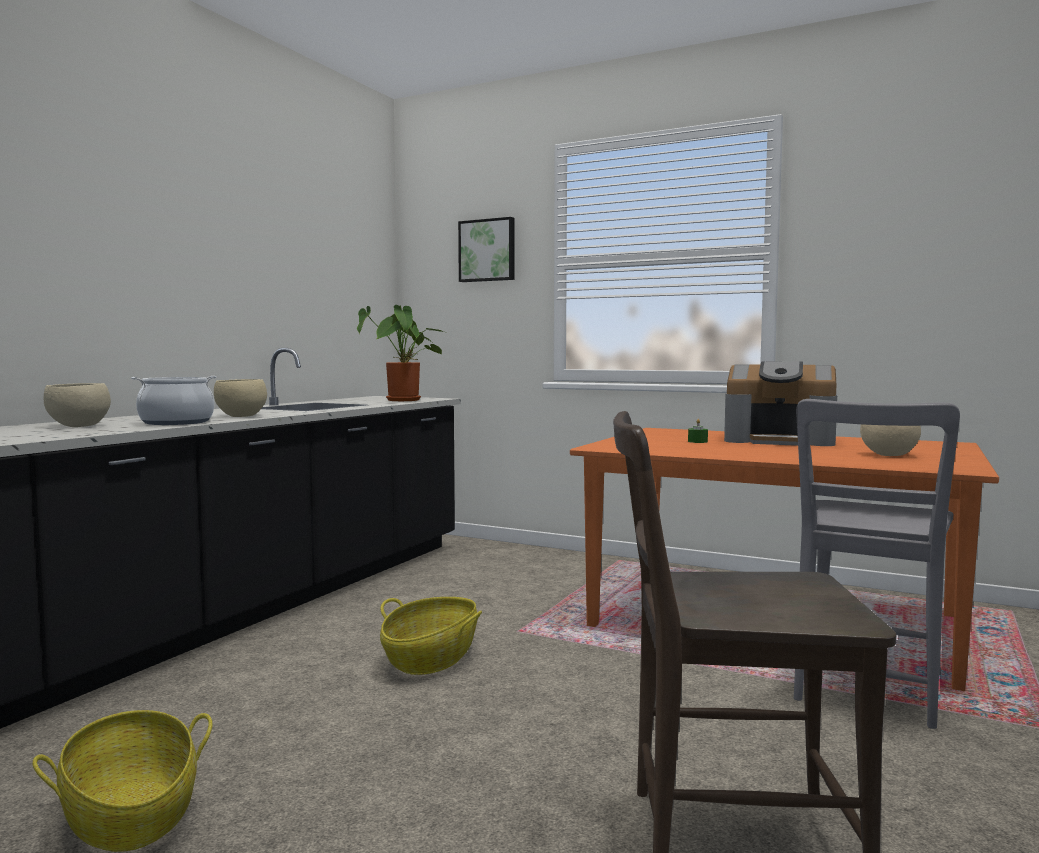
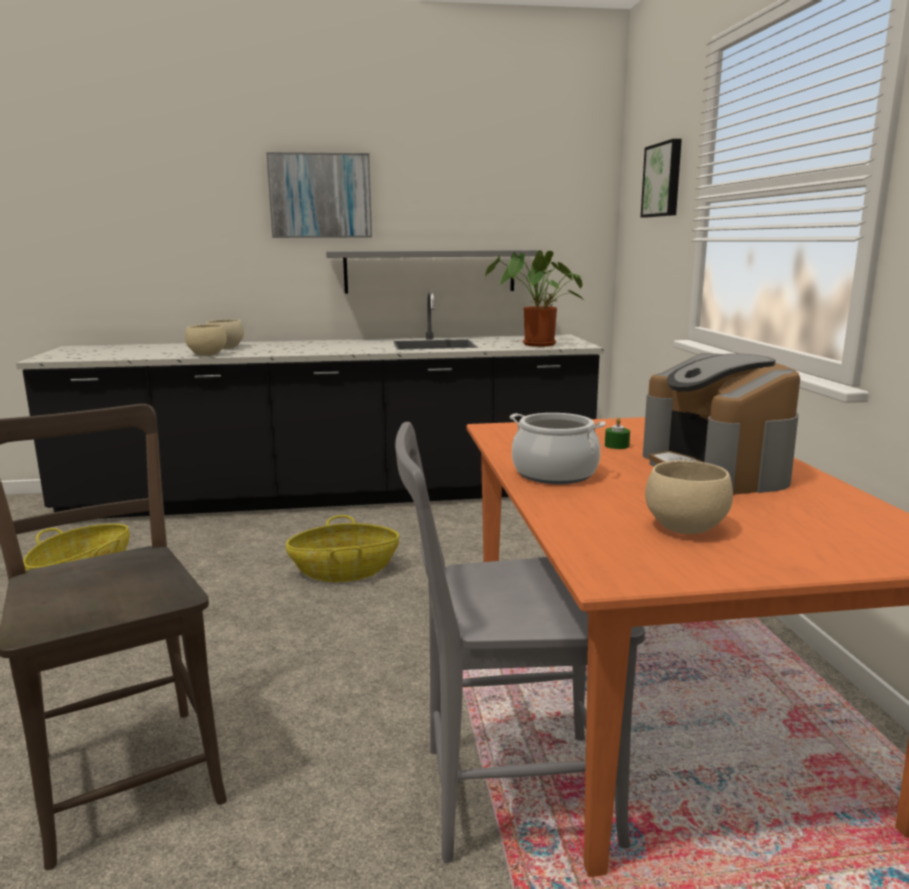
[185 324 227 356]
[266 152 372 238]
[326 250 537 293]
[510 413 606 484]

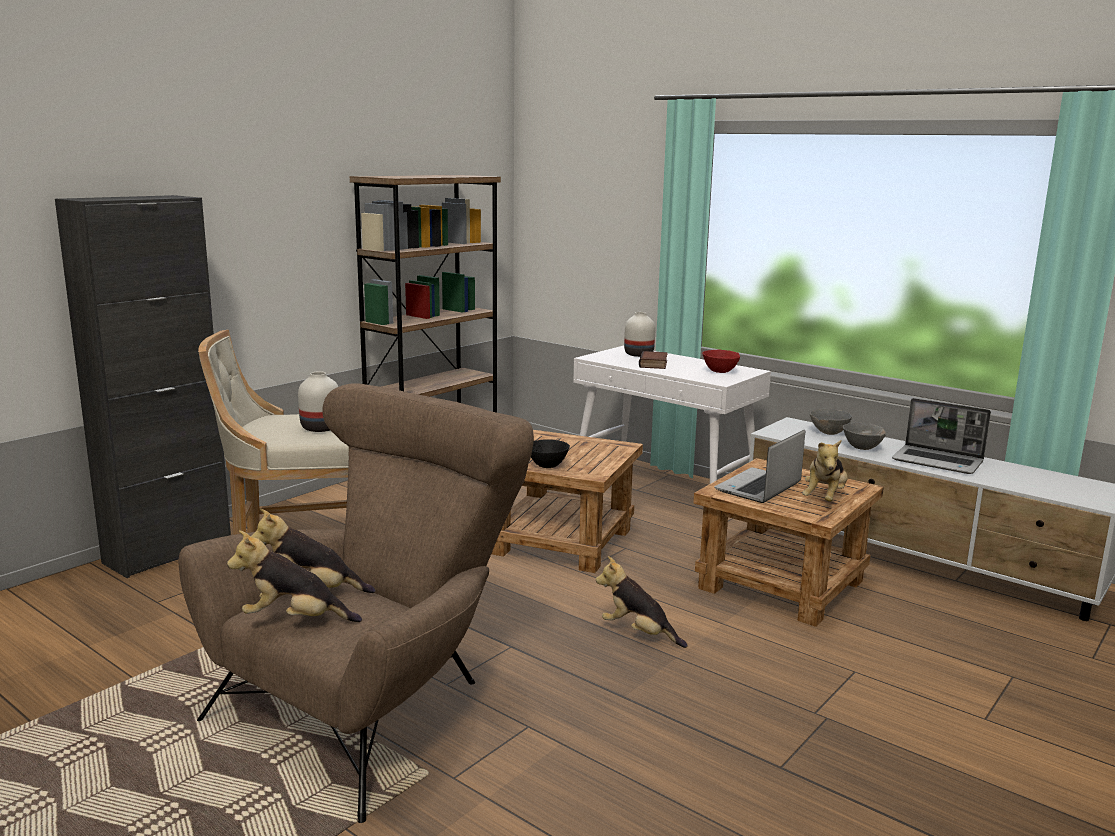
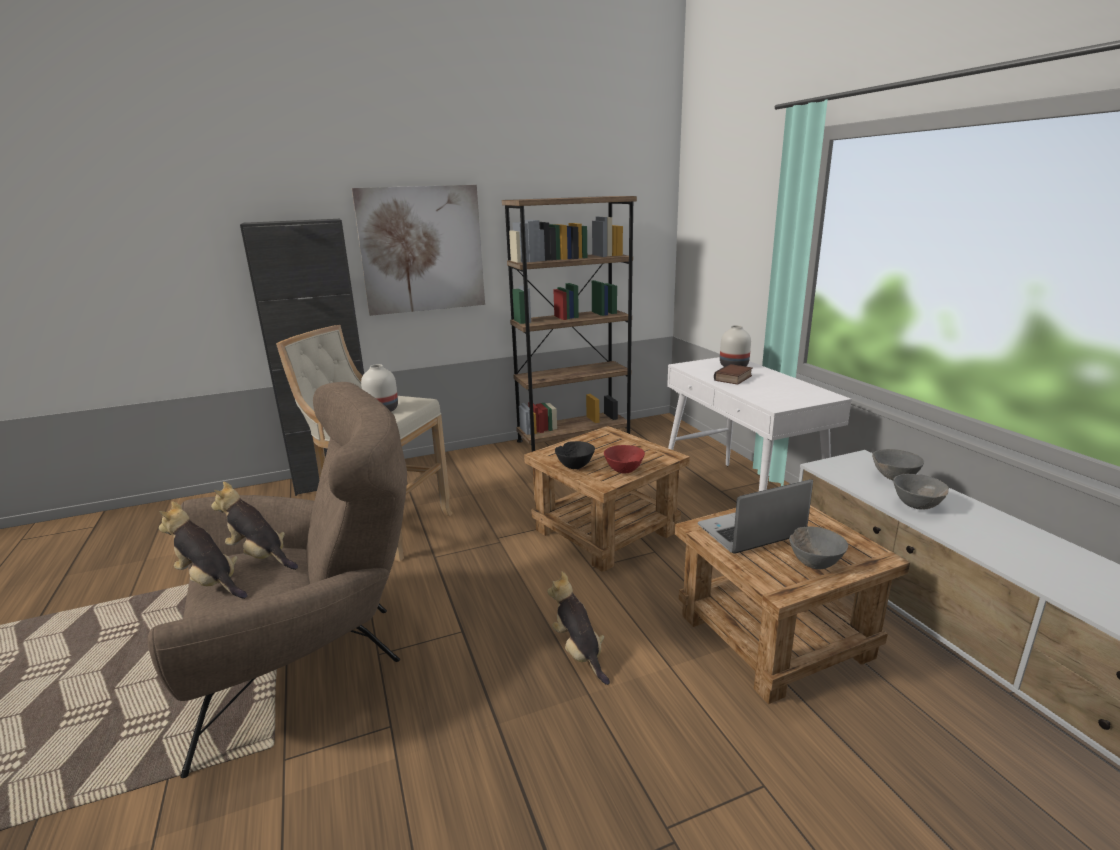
[352 185 485 316]
[604 445 645 474]
[789 527 848 569]
[892 398 991 474] (first image)

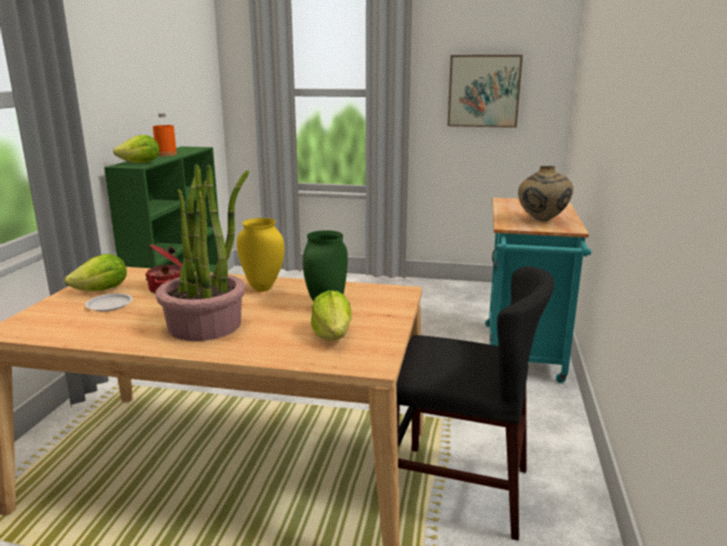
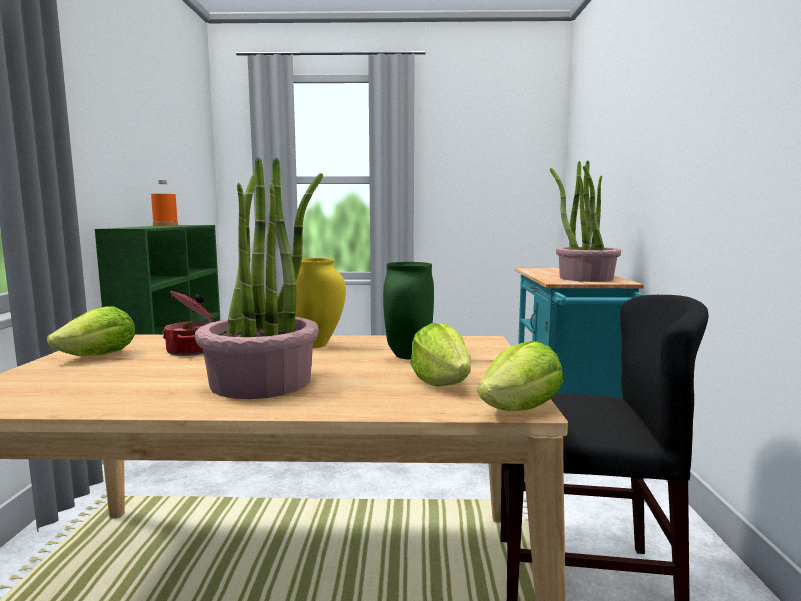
[478 341 563 411]
[550 160 621 282]
[85 293 133 312] (first image)
[448 55 523 128] (first image)

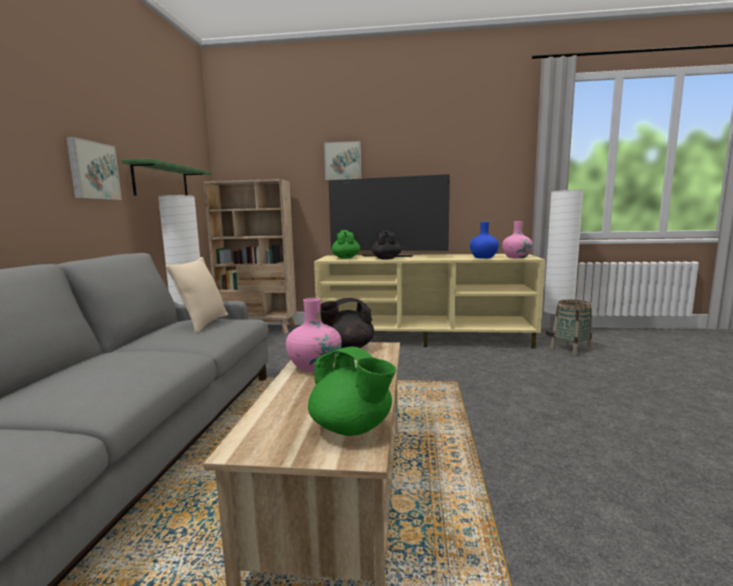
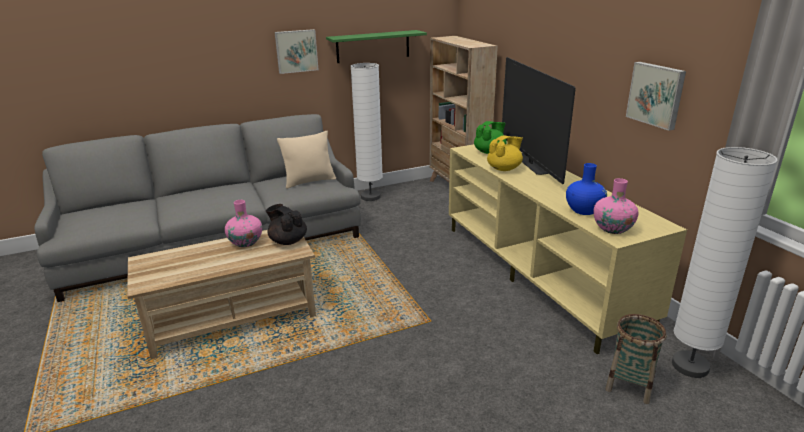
[487 136 523 171]
[626 62 686 131]
[308 346 396 436] (first image)

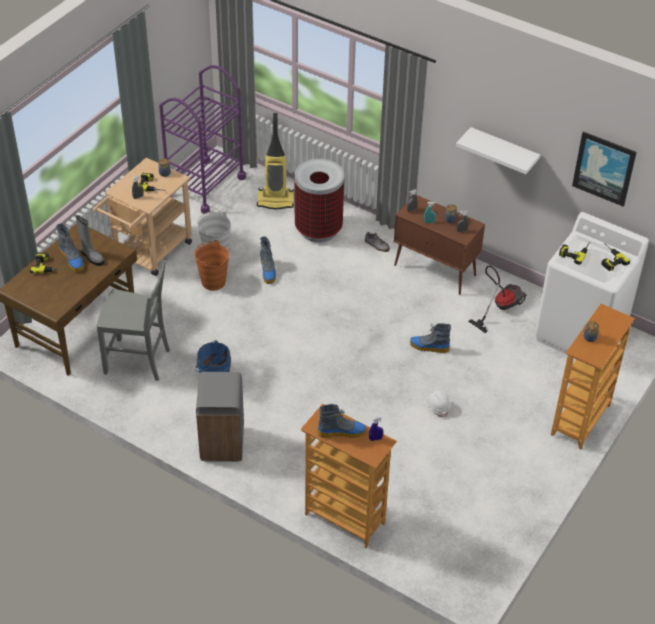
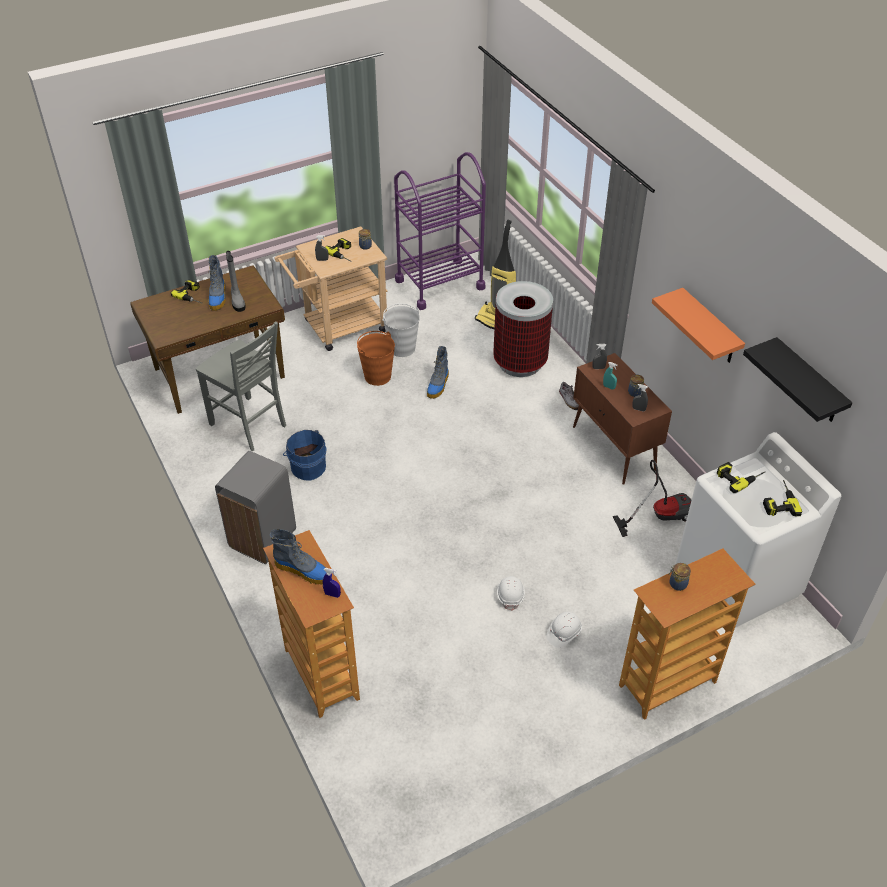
[546 612 582 648]
[652 288 745 363]
[743 337 852 422]
[410 323 451 353] (first image)

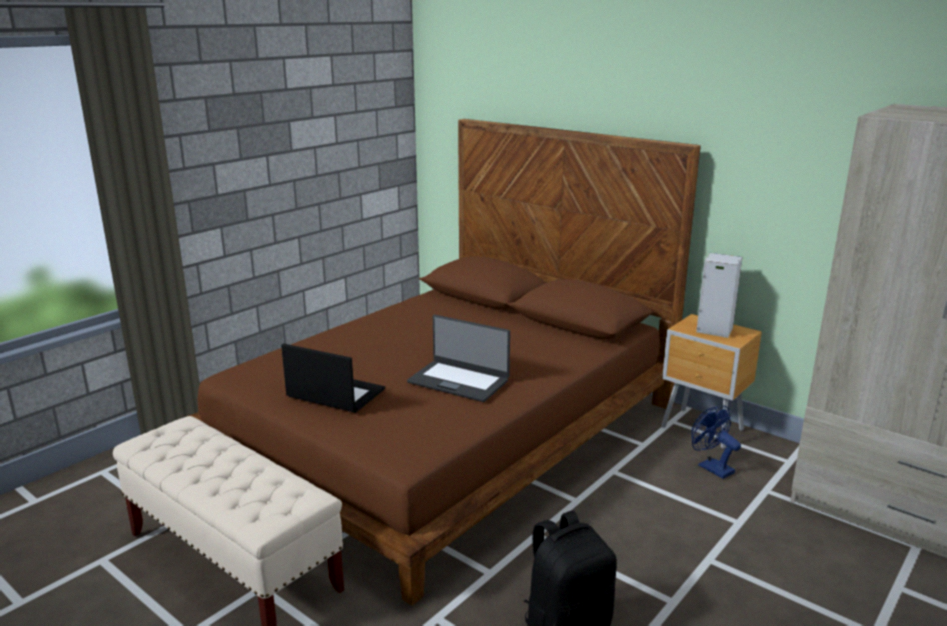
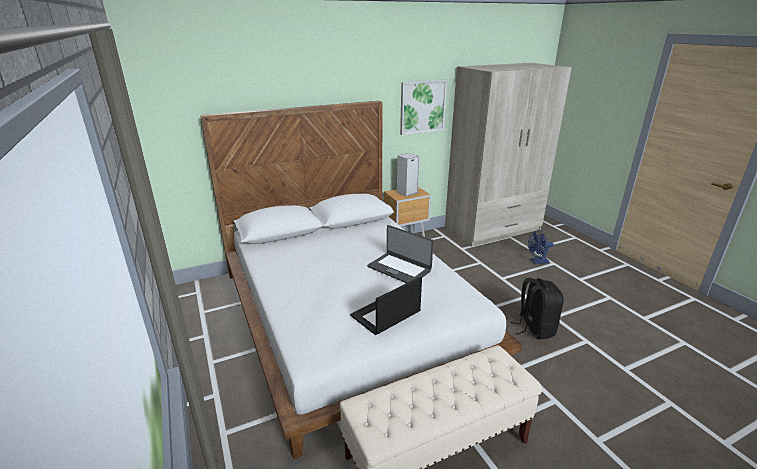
[200 101 522 459]
[367 225 434 283]
[400 79 447 135]
[528 230 554 264]

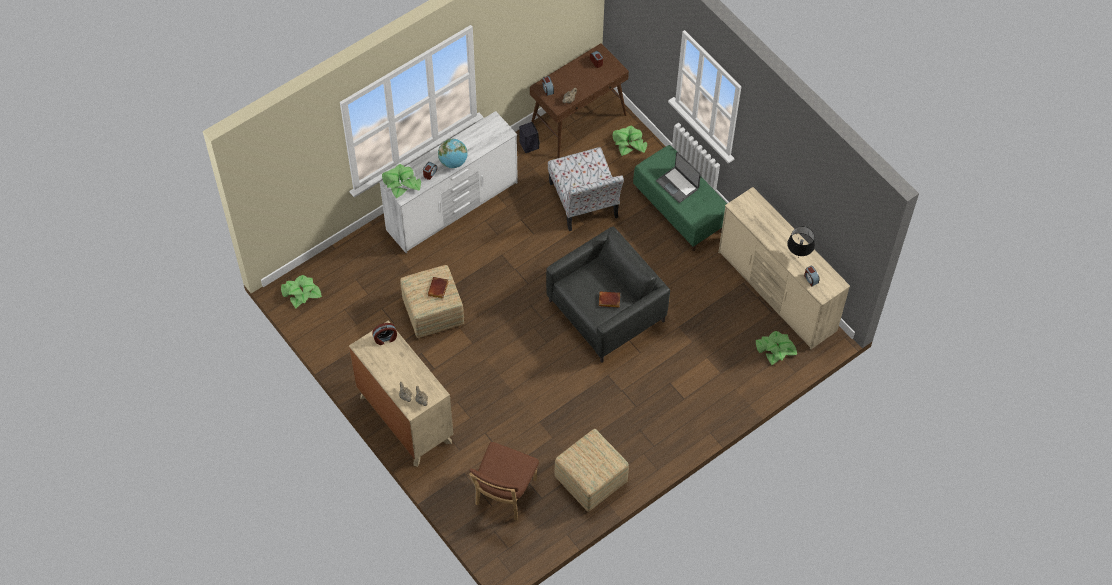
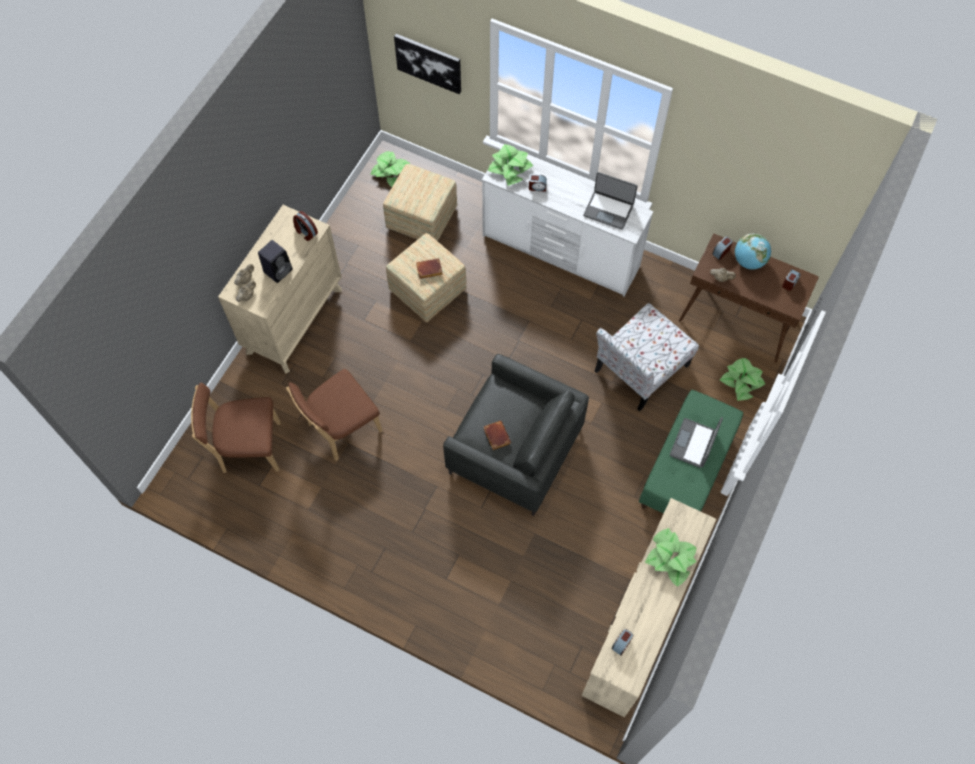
[258 240 292 283]
[286 369 382 461]
[383 164 457 241]
[394 34 461 94]
[583 172 638 230]
[645 528 697 587]
[735 234 771 269]
[787 226 815 257] (first image)

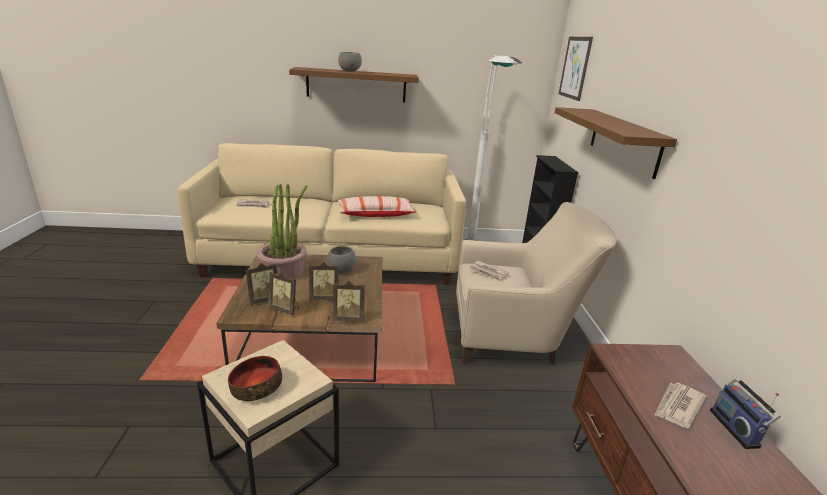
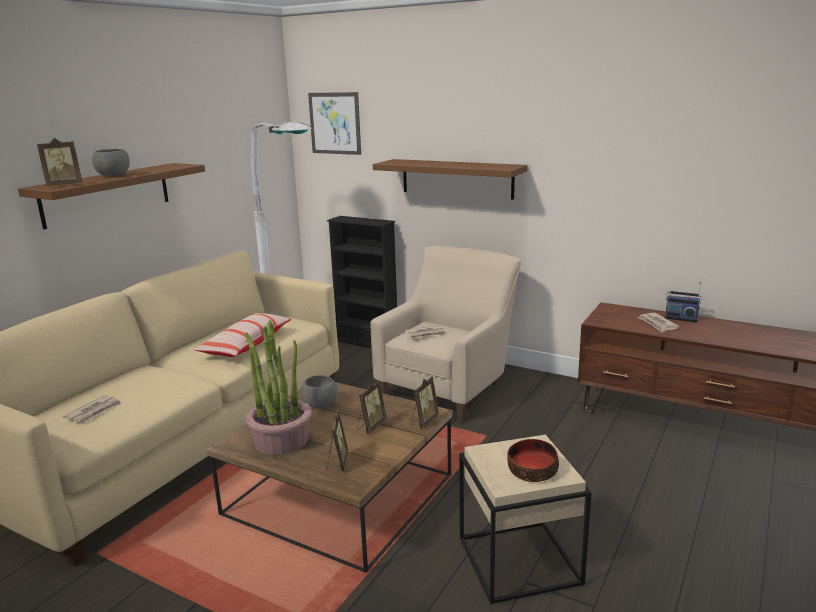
[37 138 82 186]

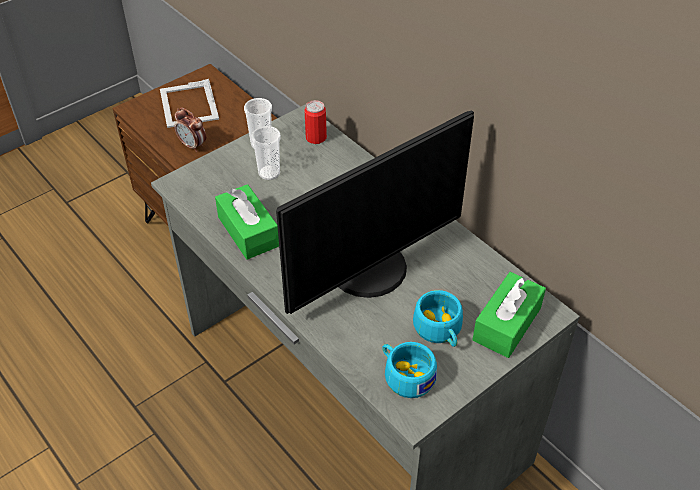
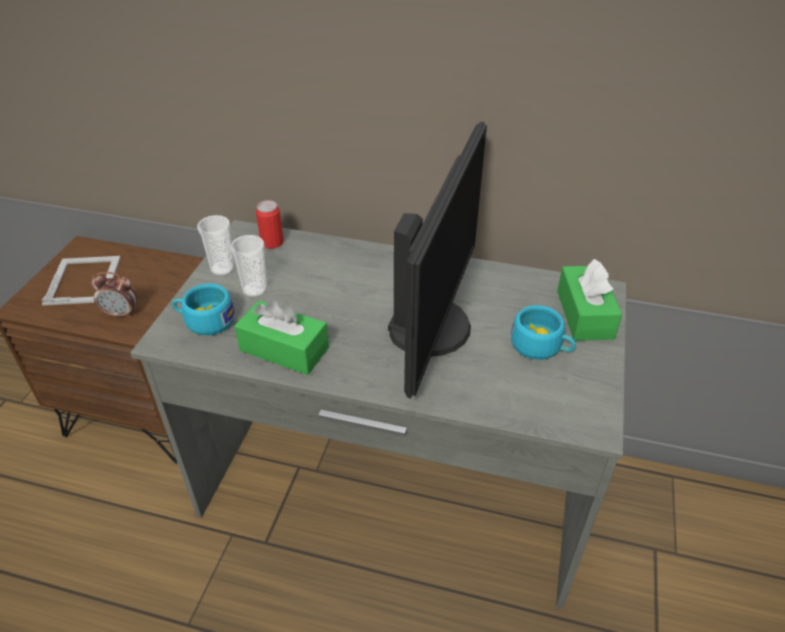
[42 256 121 306]
[172 284 235 336]

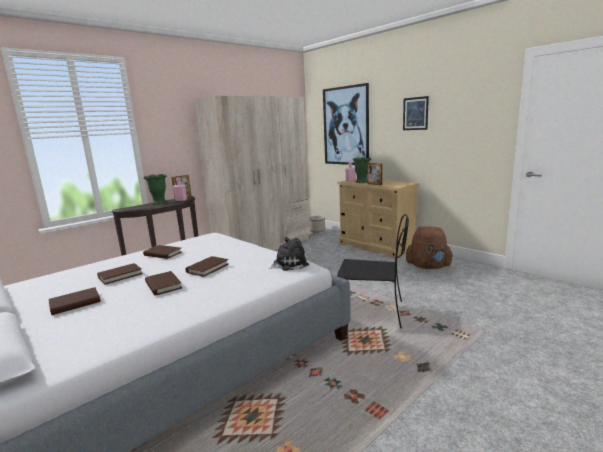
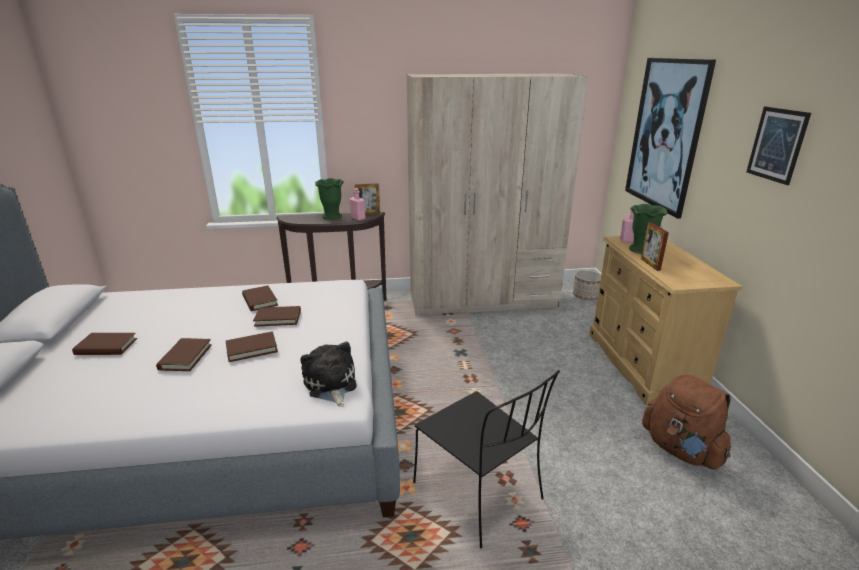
[253 306 301 327]
[300 342 357 407]

